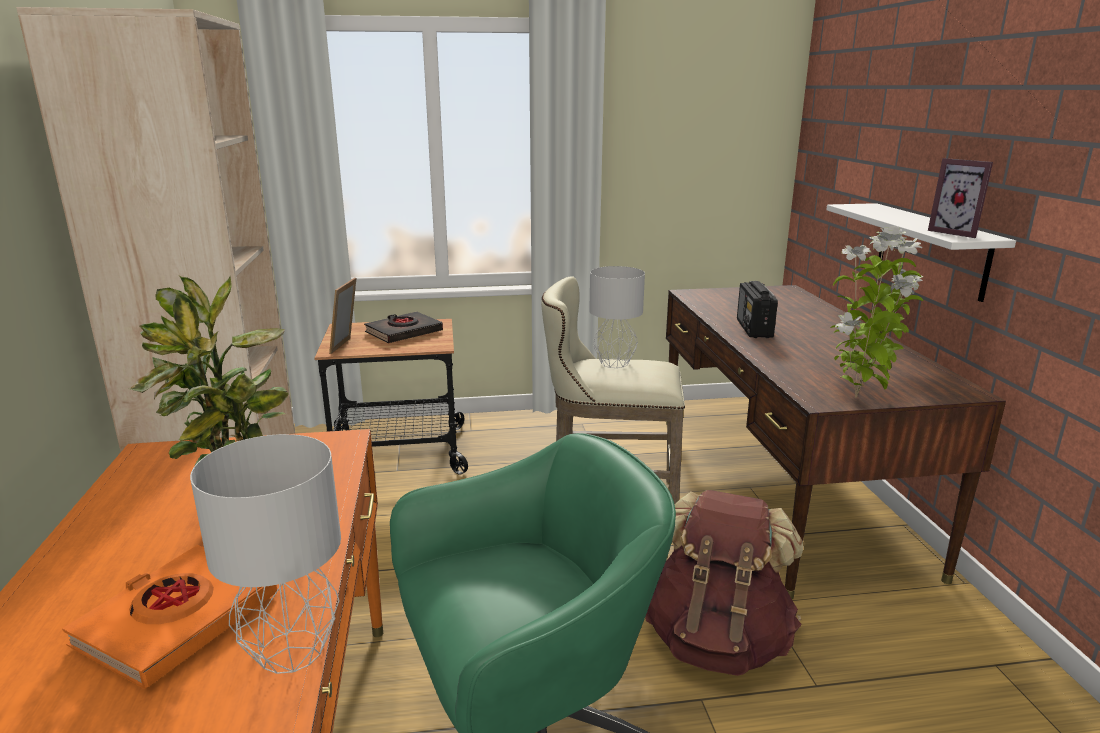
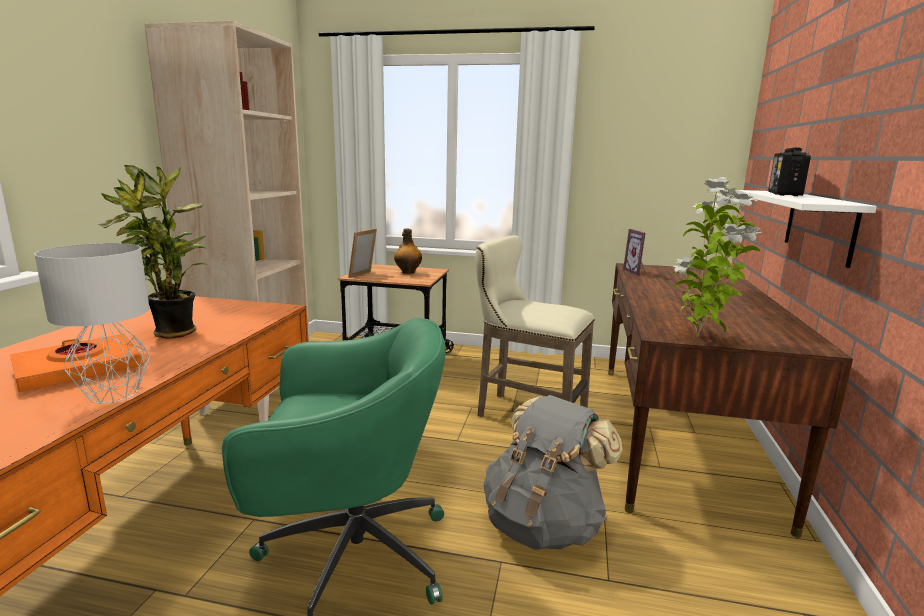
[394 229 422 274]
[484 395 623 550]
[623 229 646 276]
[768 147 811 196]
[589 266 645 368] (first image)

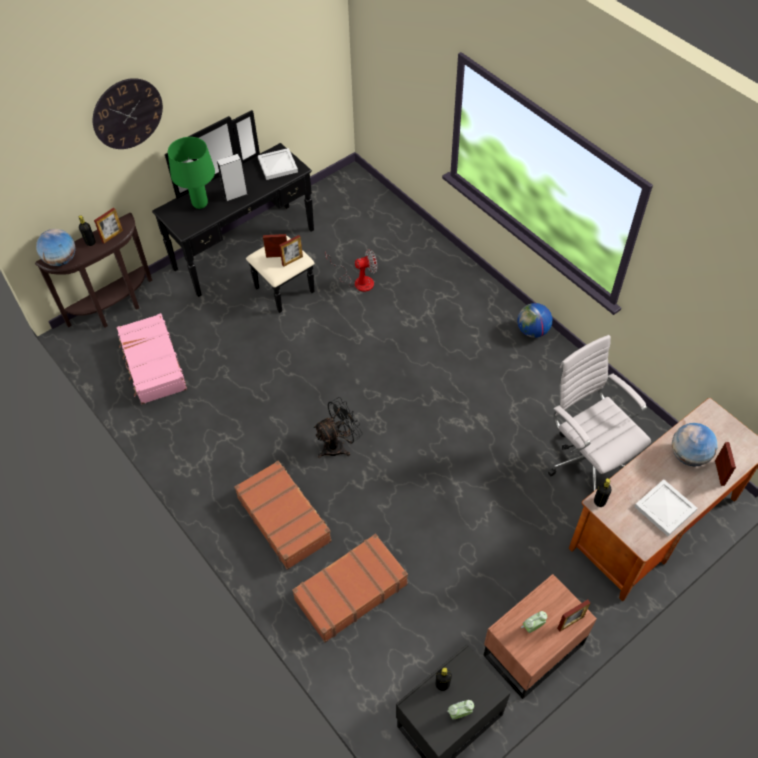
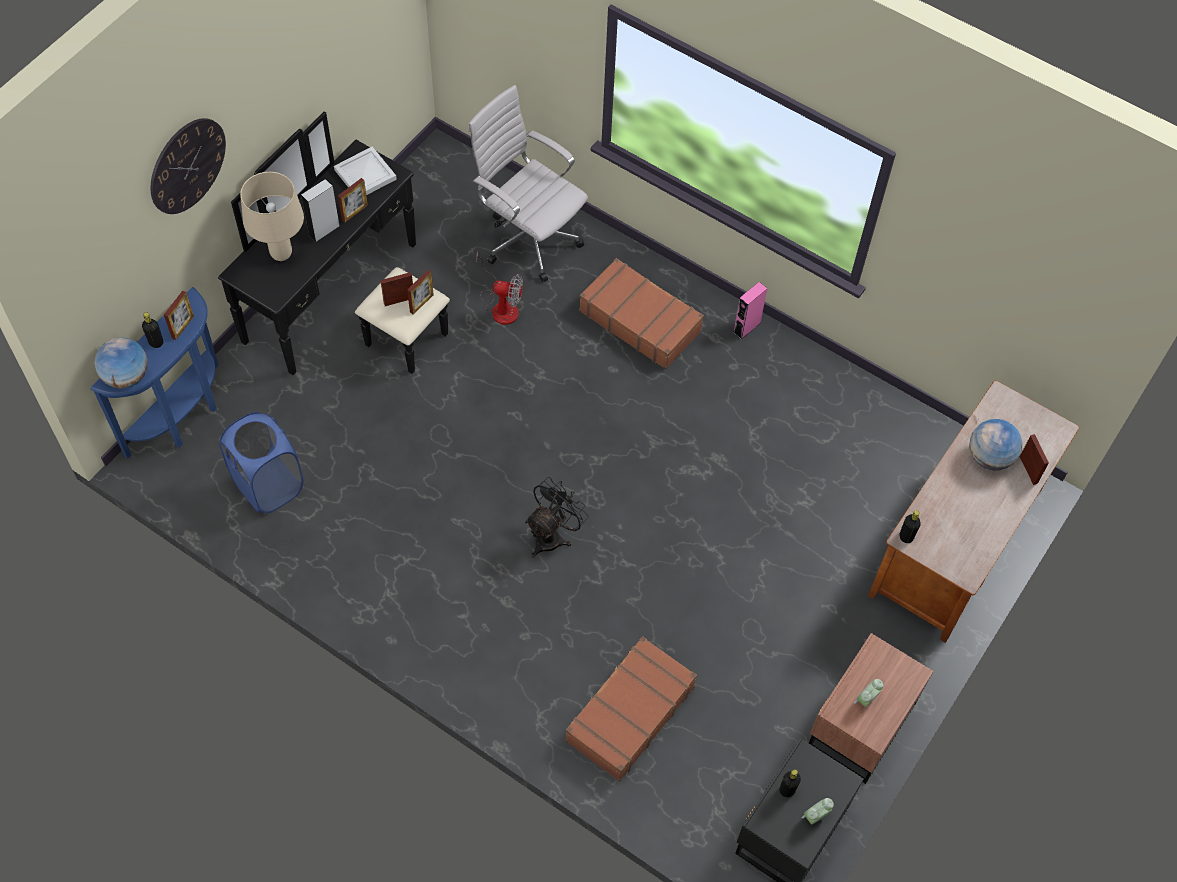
[90 287 218 458]
[219 412 304 513]
[240 172 304 261]
[338 178 368 223]
[468 85 588 282]
[476 251 523 325]
[579 258 704 370]
[733 282 768 339]
[634 479 698 536] (first image)

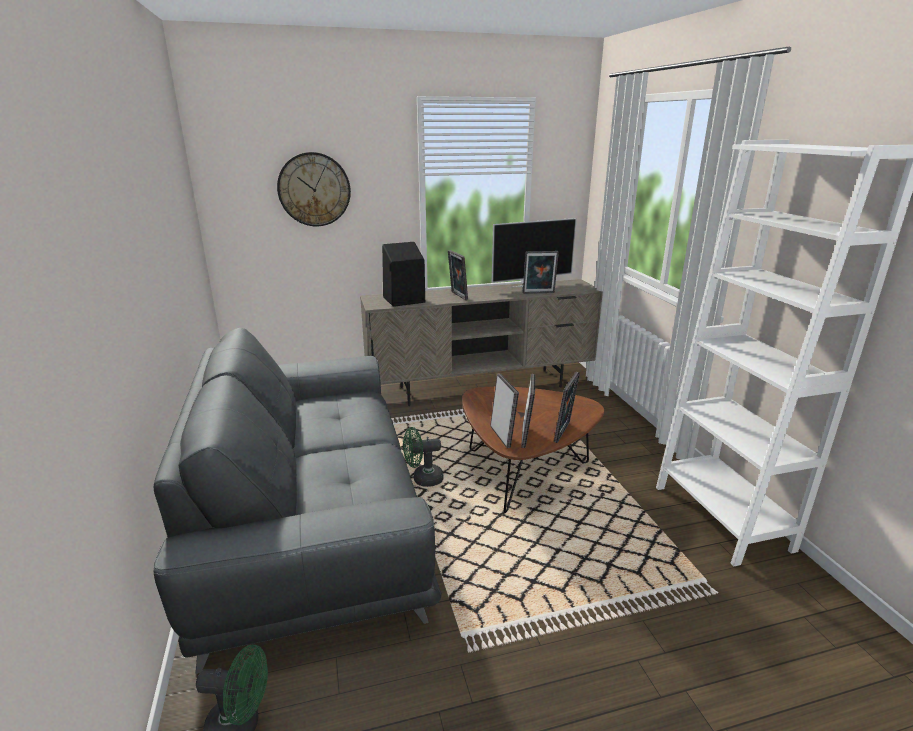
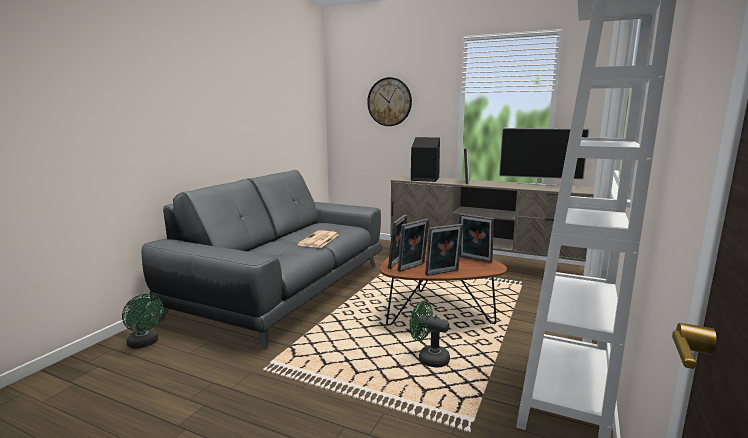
[297 230 338 248]
[410 301 450 368]
[459 214 494 263]

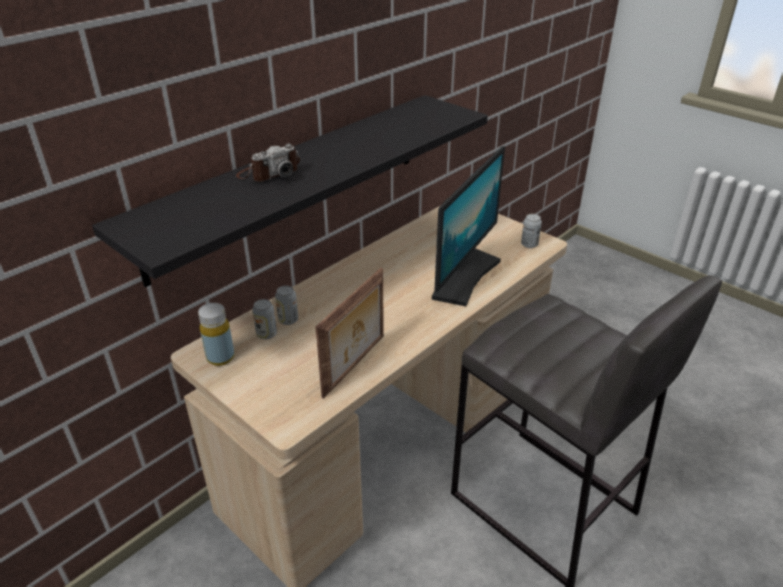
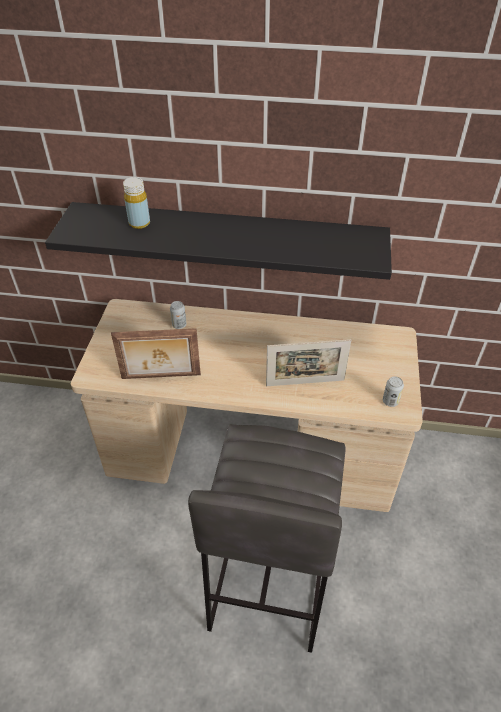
[123 177 150 229]
[266 339 351 386]
[236 144 300 182] (first image)
[252 299 277 340] (first image)

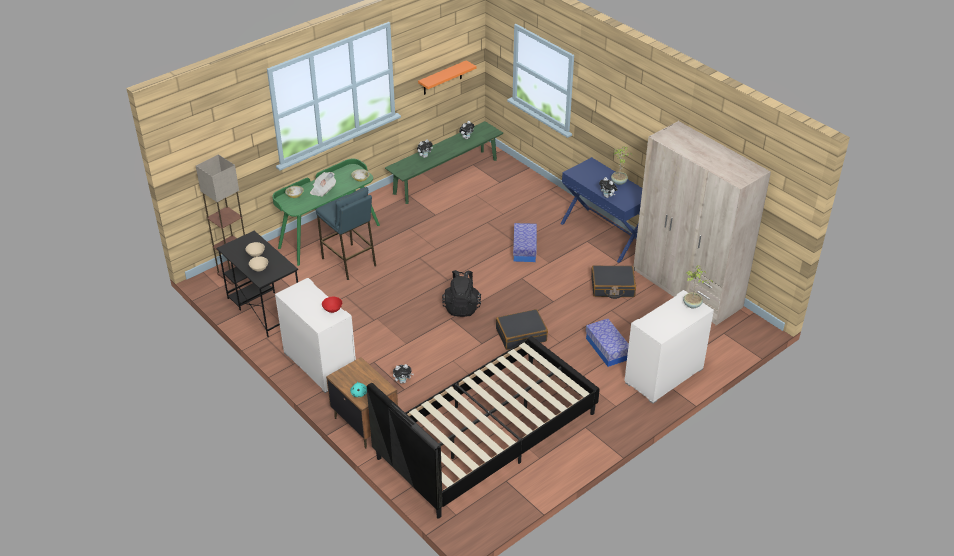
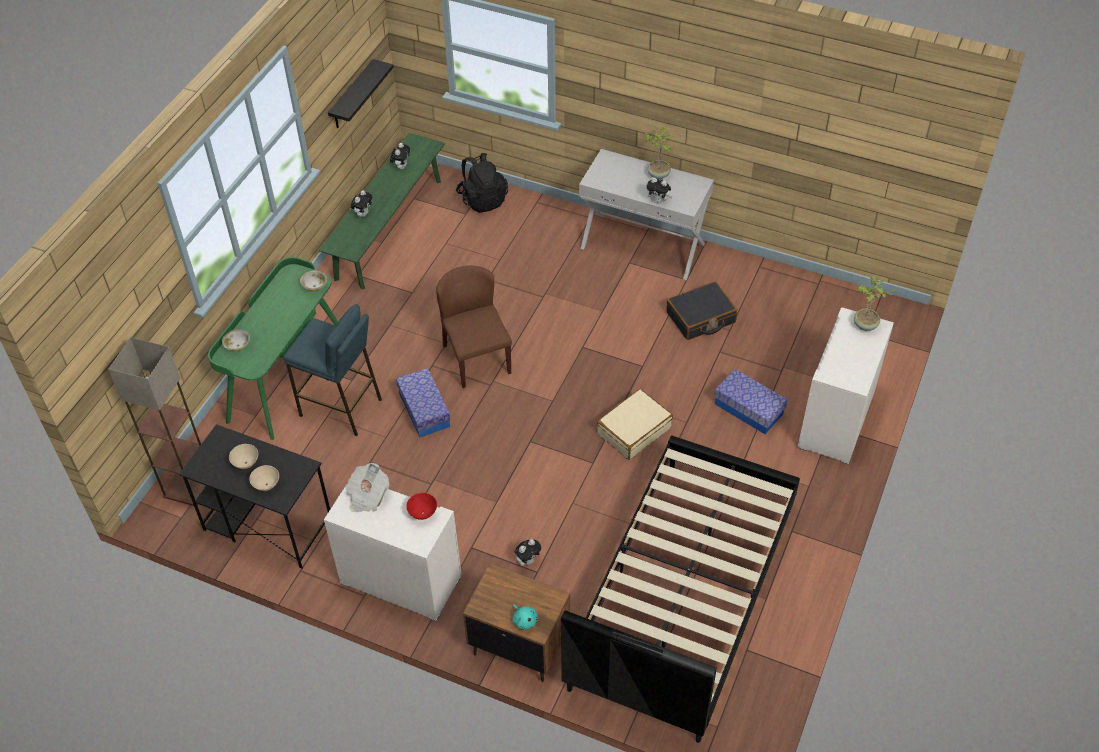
[328 59 394 128]
[347 463 389 512]
[396 368 451 438]
[436 266 512 388]
[456 153 508 213]
[579 149 714 280]
[597 389 673 460]
[633 121 771 325] (first image)

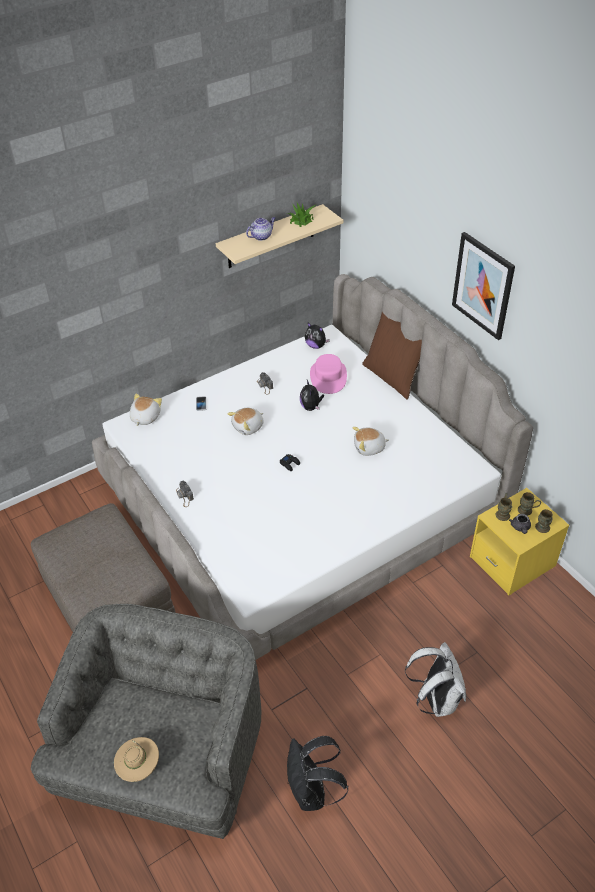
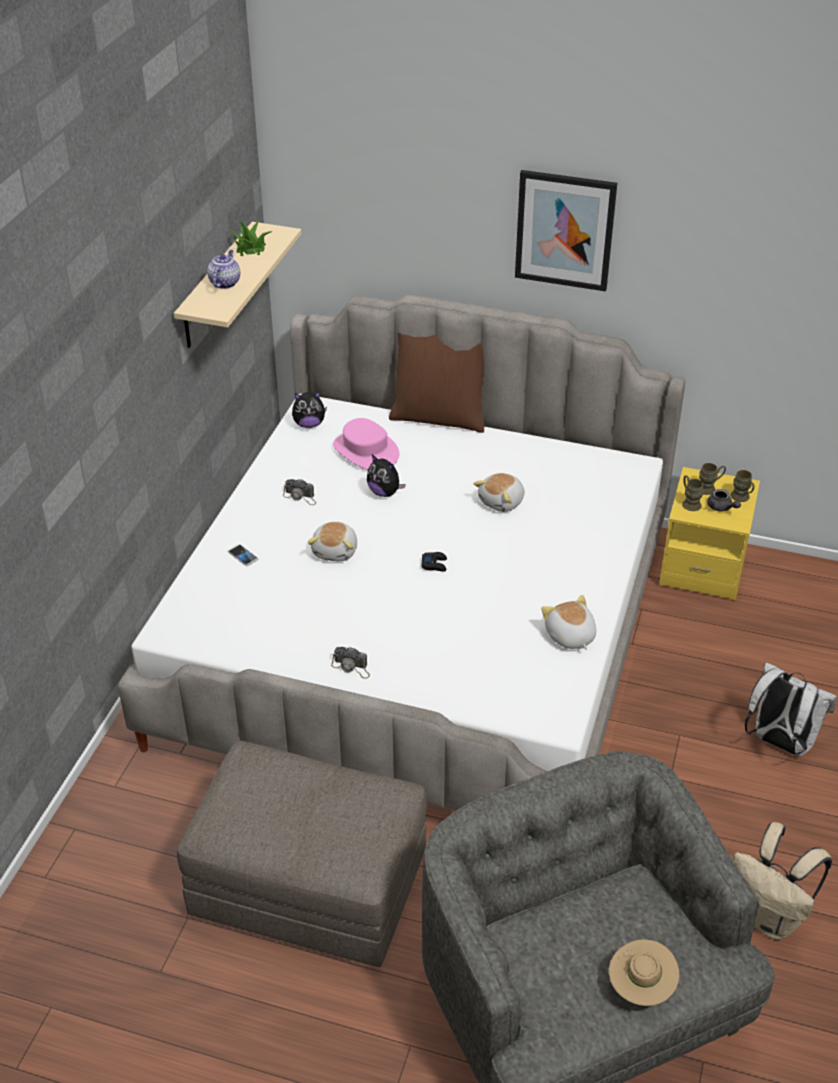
[541 595 596 650]
[733 822 832 940]

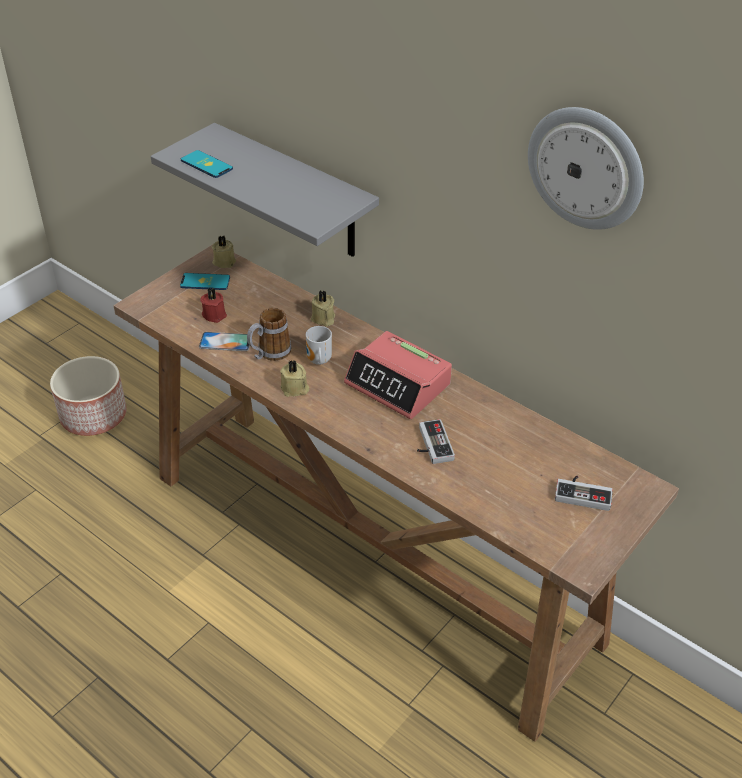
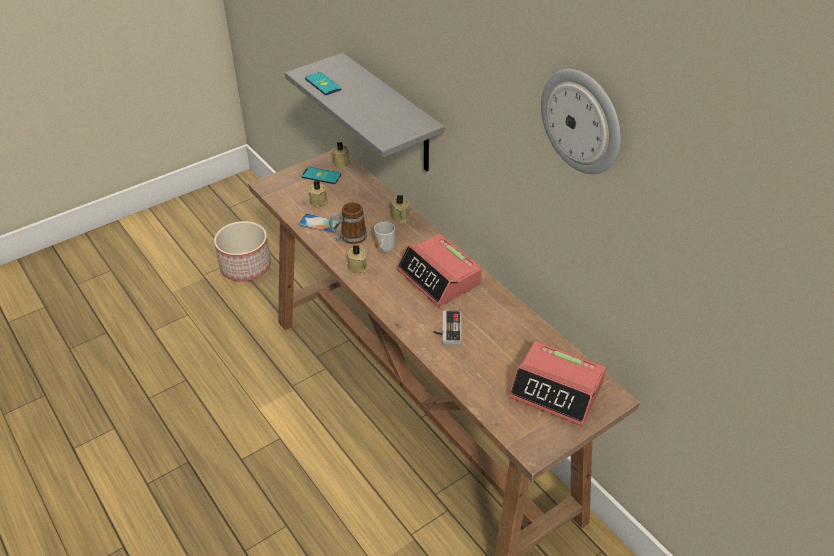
[308 180 328 208]
[509 341 606 426]

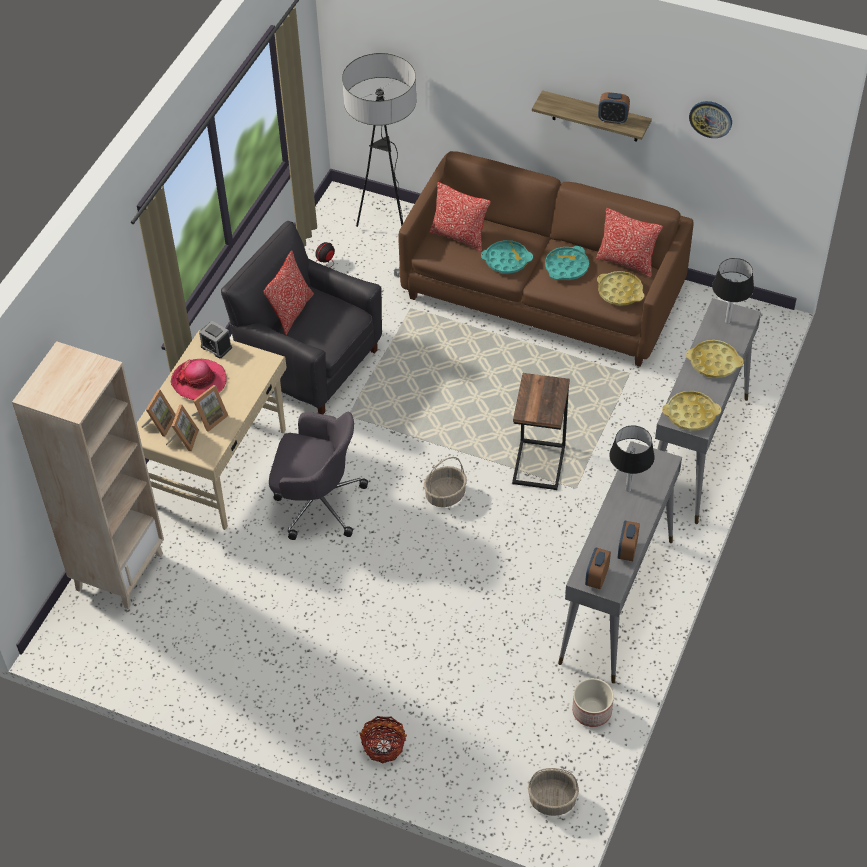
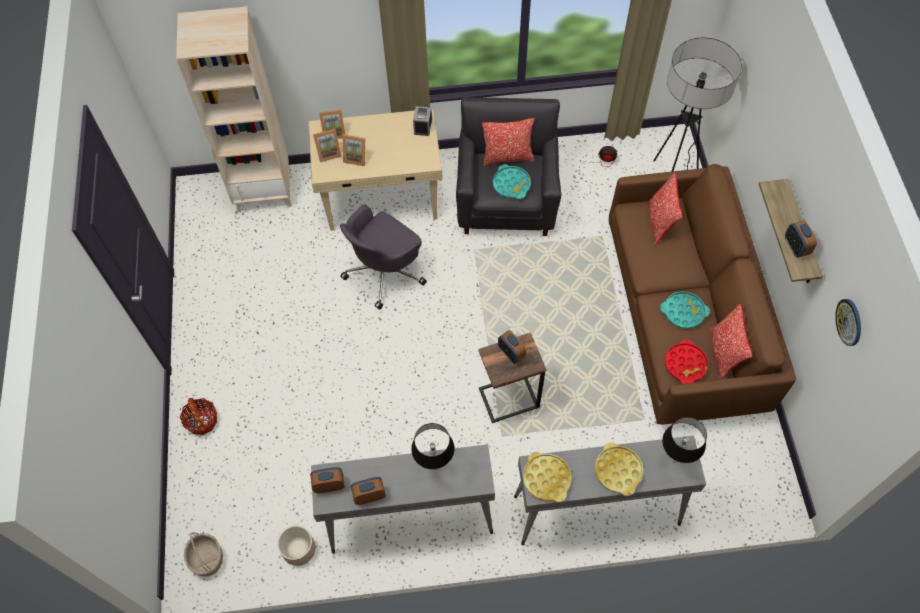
[340 204 427 310]
[493 164 531 199]
[498 330 526 364]
[665 339 708 384]
[171 359 227 400] (first image)
[424 457 467 507] (first image)

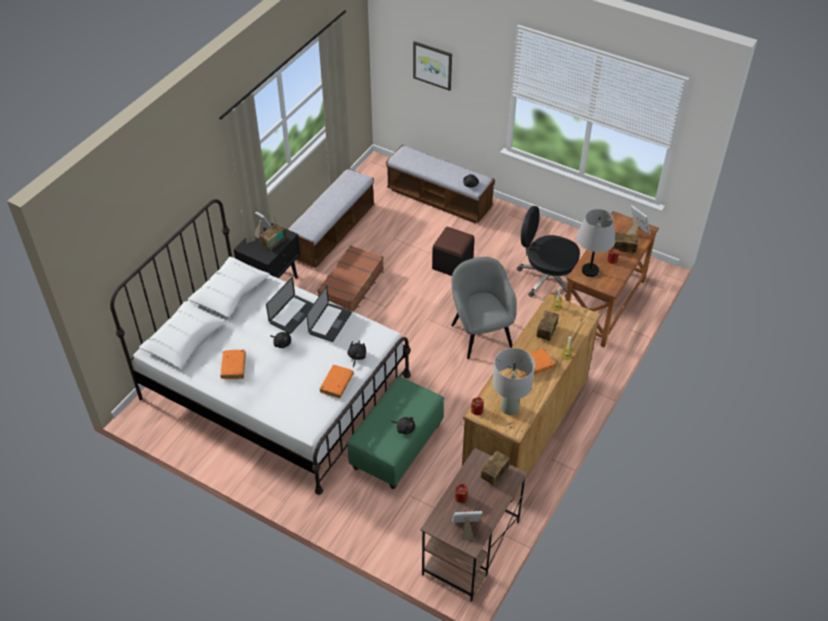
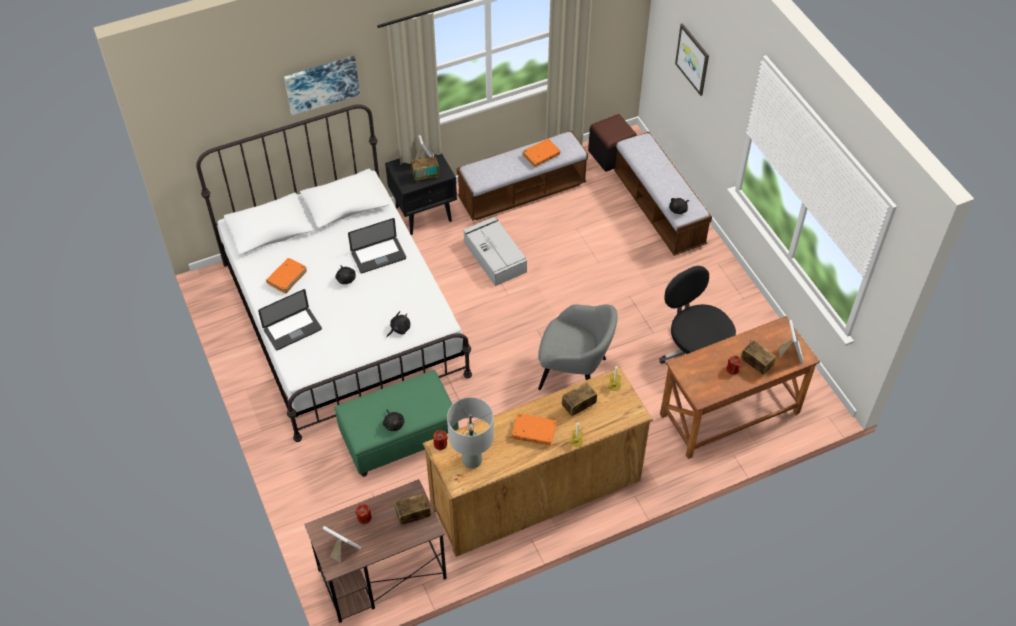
[258 289 322 350]
[284 56 360 115]
[463 217 527 286]
[522 139 560 167]
[538 304 618 390]
[588 114 637 172]
[577 209 616 277] (first image)

